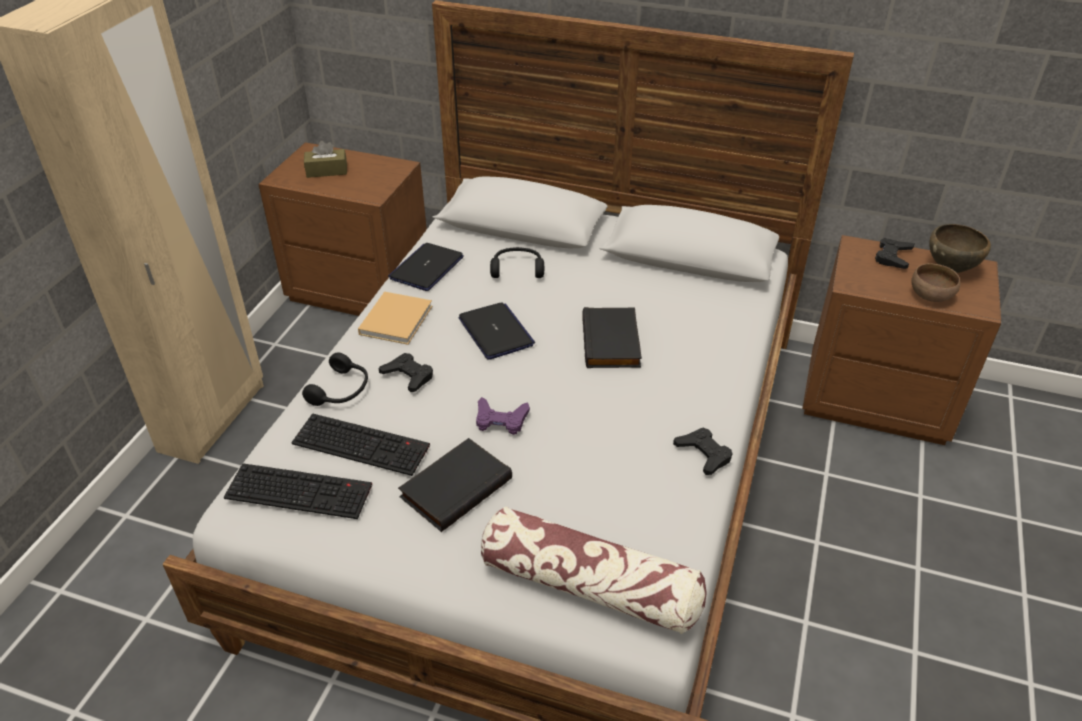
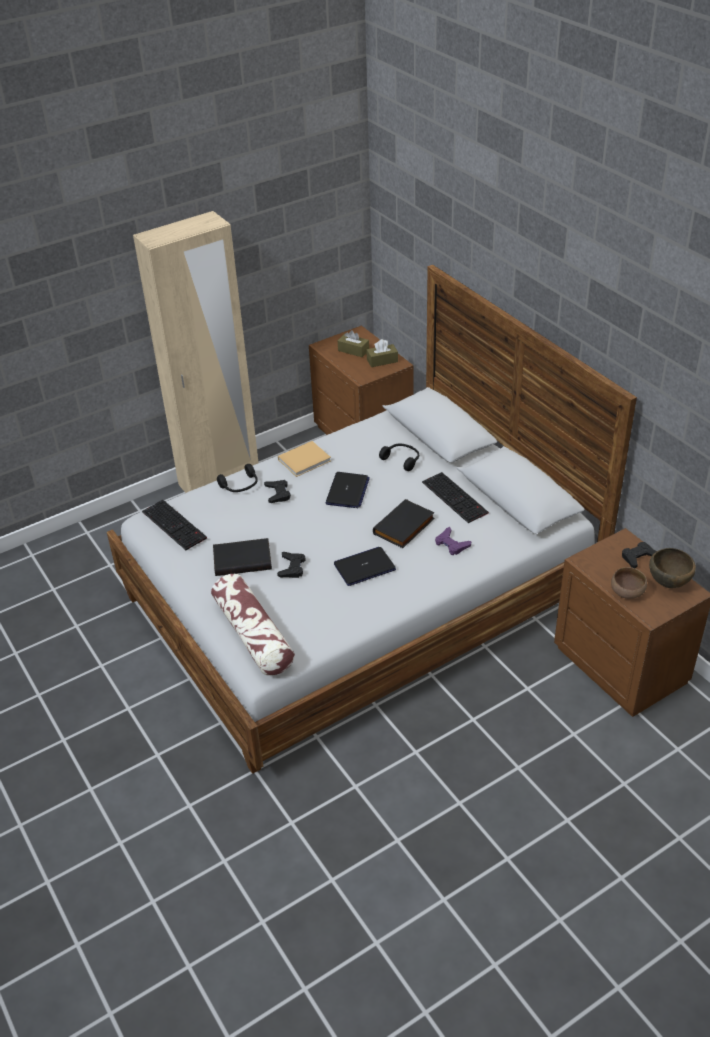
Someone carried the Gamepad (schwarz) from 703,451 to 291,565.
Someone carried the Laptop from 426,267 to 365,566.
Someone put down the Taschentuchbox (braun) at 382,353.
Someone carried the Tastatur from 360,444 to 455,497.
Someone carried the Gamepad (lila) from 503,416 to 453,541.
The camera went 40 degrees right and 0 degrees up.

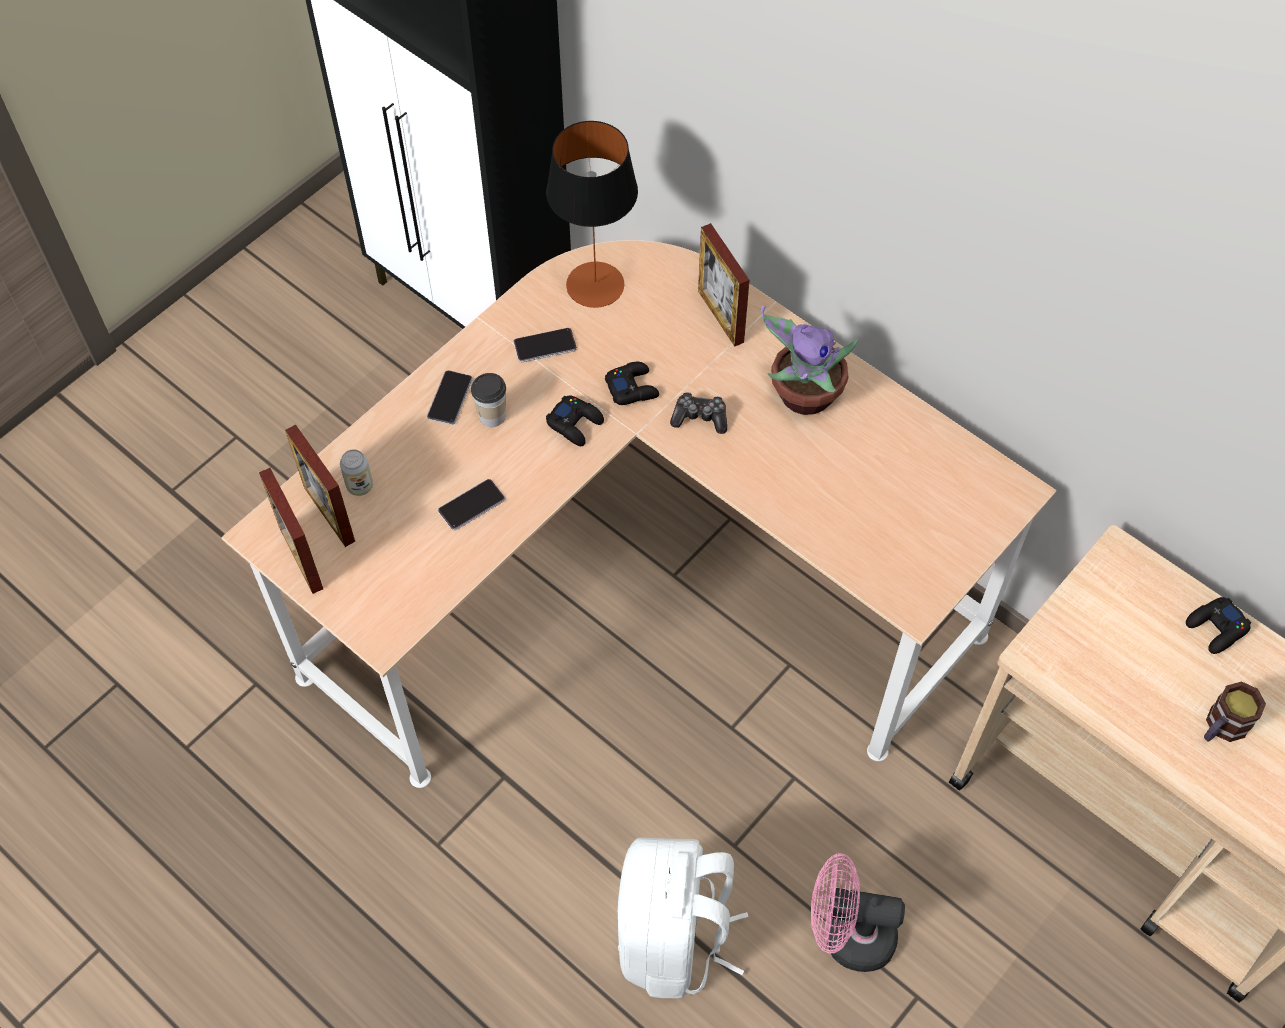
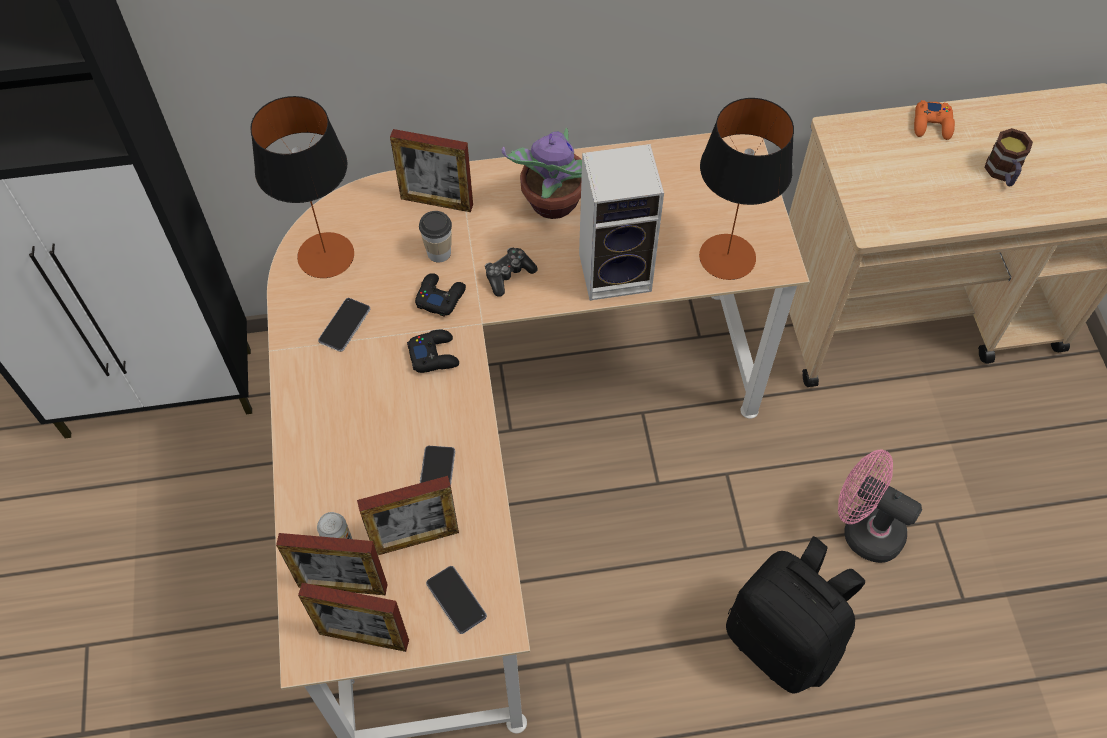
Someone put down the Bilderrahmen at 408,515.
Someone carried the Tasse from 488,400 to 435,237.
Someone carried the Handy from 450,398 to 456,600.
Someone put down the Lautsprecher at 621,222.
Someone put down the Tischlampe at 746,189.
Someone repainted the Rucksack (weiß) at 683,918, which became the Rucksack (schwarz) at 795,614.
Someone rotated the Ventilator (rosa) at 858,912 by 75 degrees clockwise.
Someone repainted the Gamepad (schwarz) at 1218,625, which became the Gamepad (orange) at 934,120.
The camera went 50 degrees left and 0 degrees up.

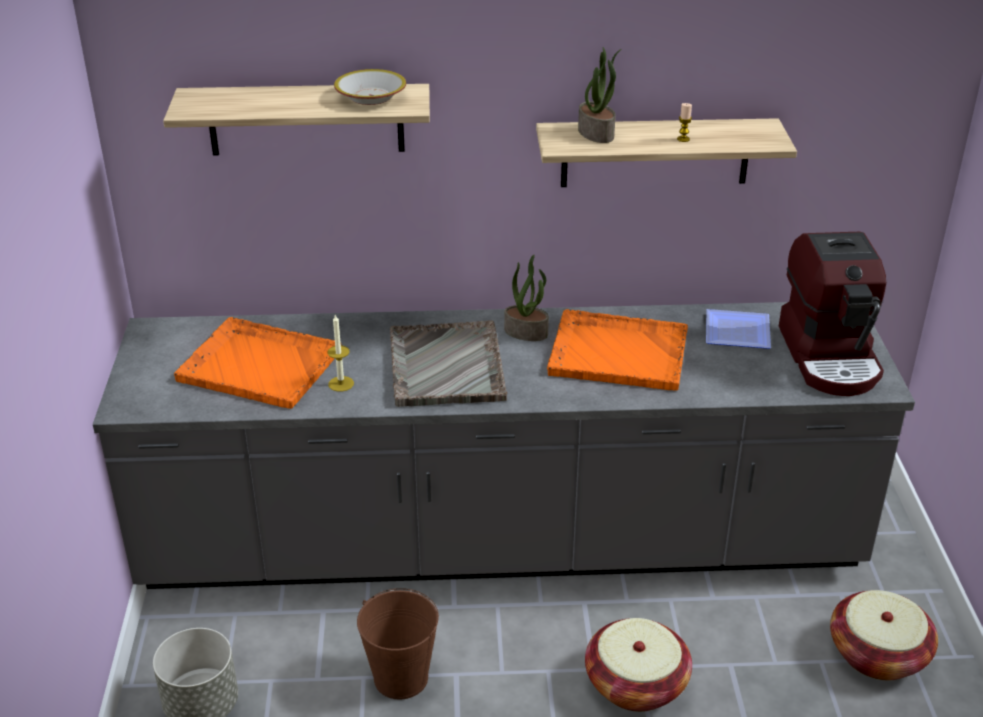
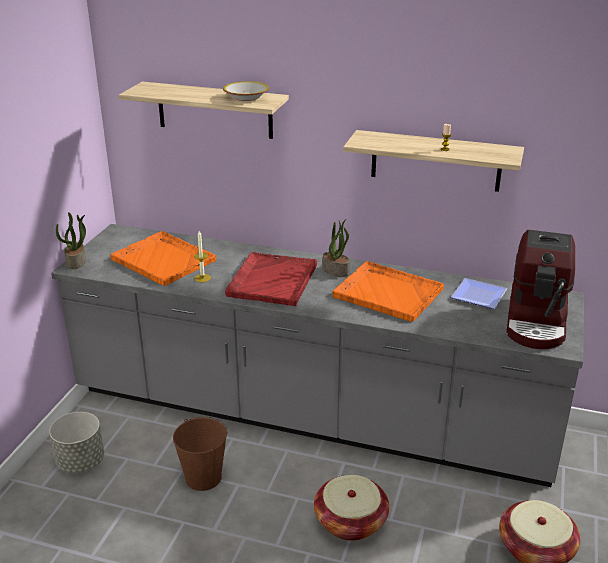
Someone carried the Topfpflanze from 599,95 to 71,240.
Someone repainted the Tablett (grau) at 448,363, which became the Tablett (rot) at 271,279.
The camera went 20 degrees right and 5 degrees down.

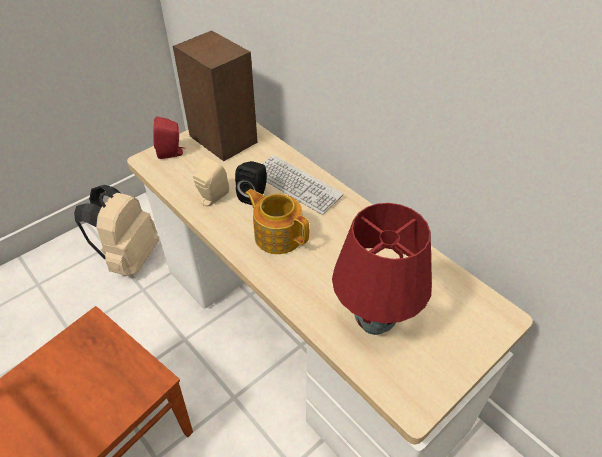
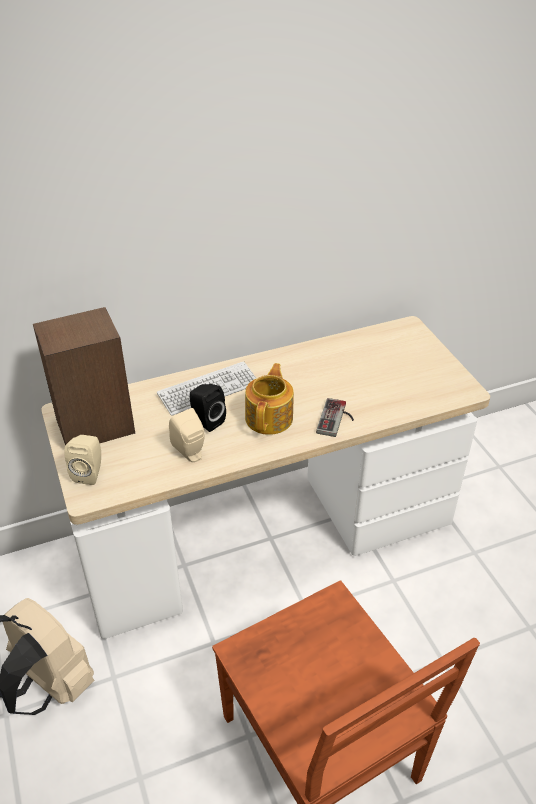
Someone repainted the Lautsprecher (rot) at 169,137, which became the Lautsprecher (beige) at 82,460.
Someone rotated the Teekanne at 277,221 by 135 degrees clockwise.
Someone put down the Gamepad at 335,417.
Someone took away the Tischlampe (rot) at 382,269.
The camera went 70 degrees left and 5 degrees down.

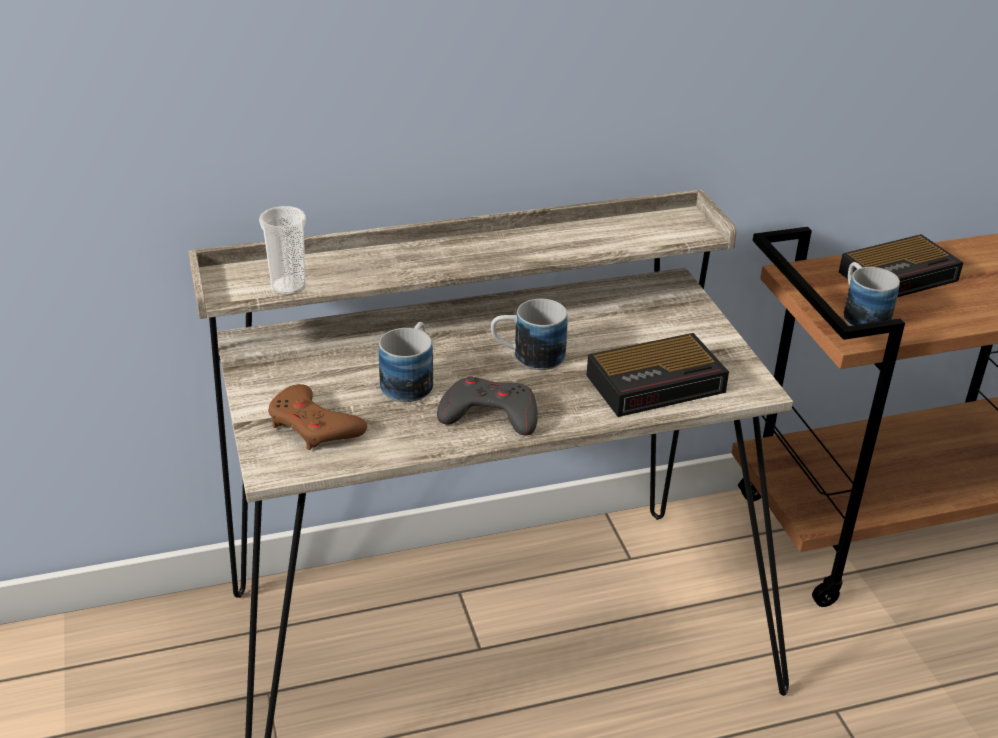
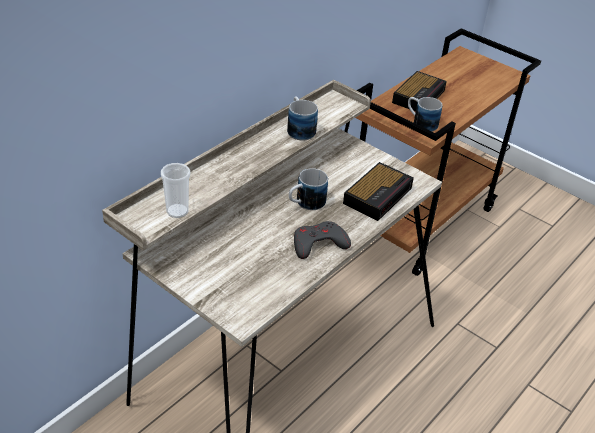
Someone carried the Henkelbecher from 406,362 to 302,118.
Someone took away the Gamepad (braun) at 317,417.
The camera went 35 degrees left and 5 degrees up.

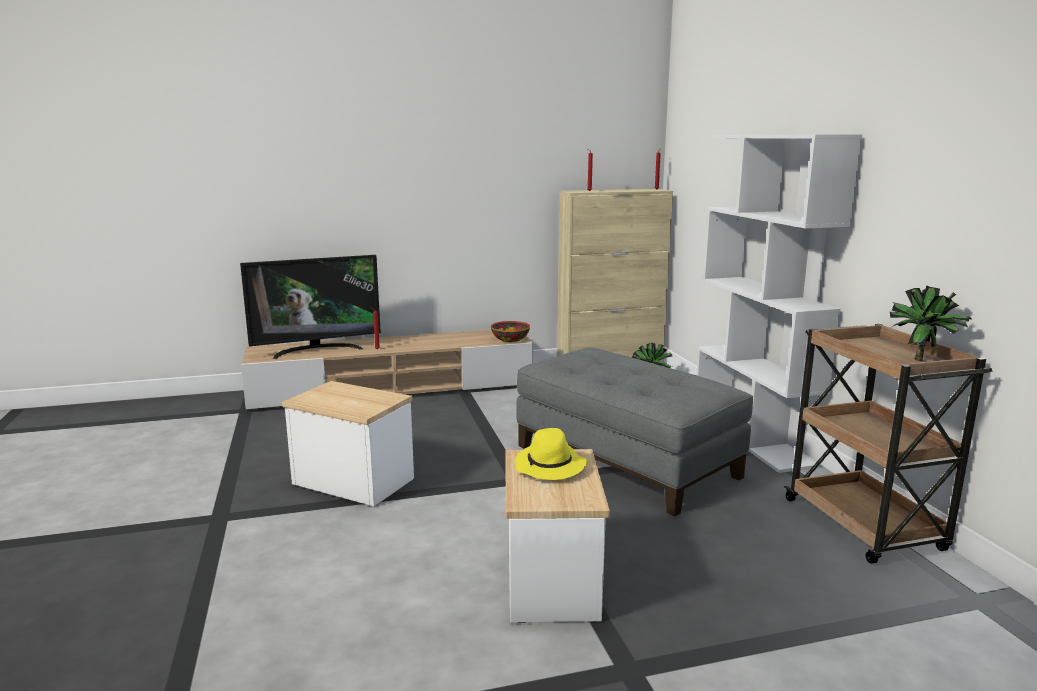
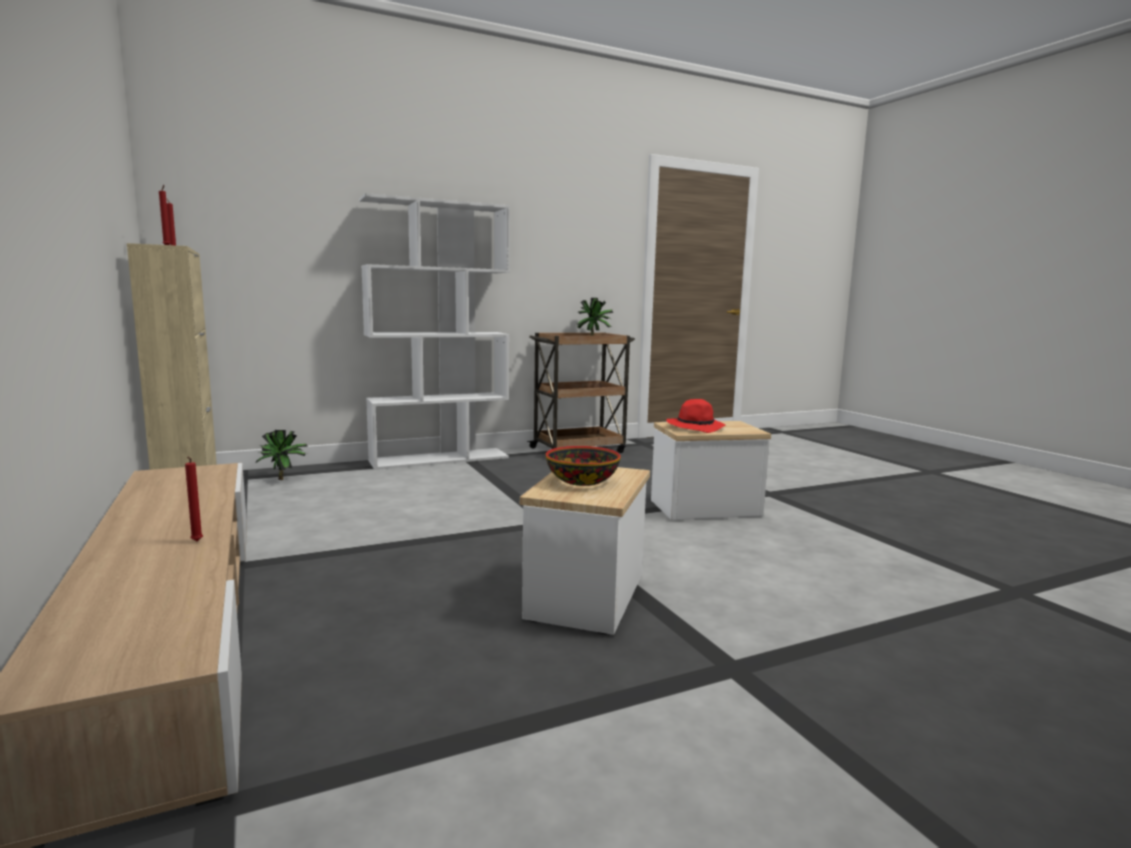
Someone carried the Schüssel from 510,331 to 583,466.
Someone repainted the Hut (gelb) at 551,454, which became the Hut (rot) at 696,416.
Someone took away the Fernseher at 310,307.
Someone took away the Polsterhocker (grau) at 635,431.
The camera went 100 degrees left and 5 degrees down.

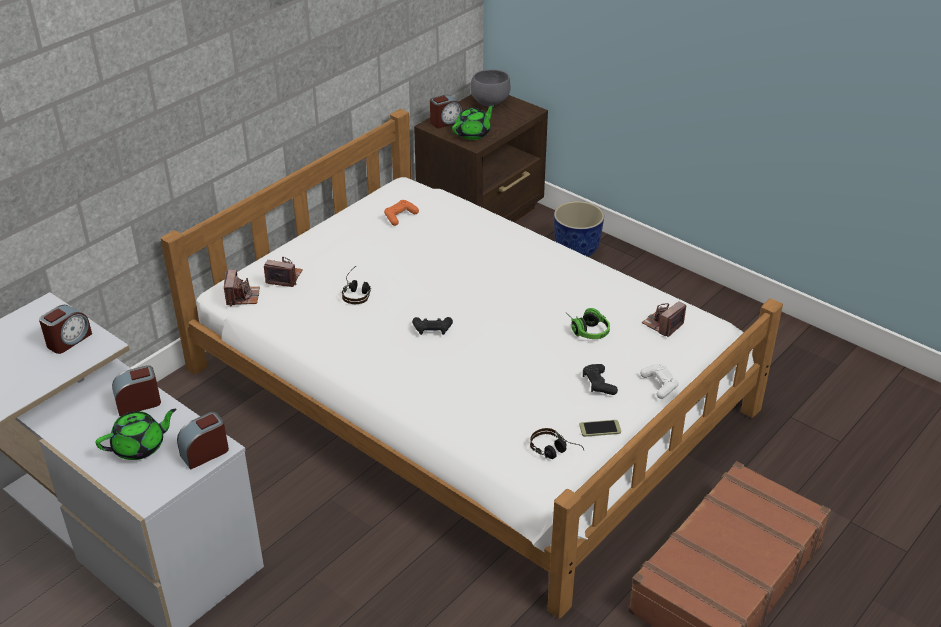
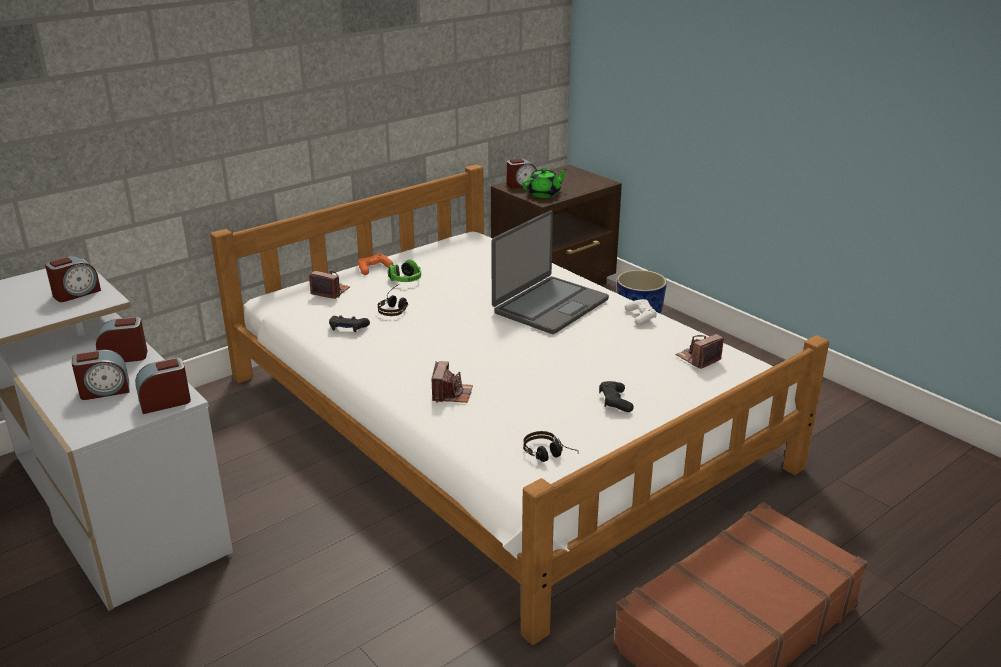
Someone swapped the Teekanne (grün) at 136,434 for the Wecker at 100,375.
Someone carried the Gamepad (schwarz) from 432,326 to 349,323.
Someone carried the Gamepad (orange) from 401,213 to 375,264.
Someone carried the Kopfhörer from 590,323 to 404,270.
Someone carried the Kamera from 242,288 to 452,382.
Someone put down the Laptop at 550,272.
Someone carried the Gamepad (weiß) from 659,381 to 641,312.
Someone took away the Schüssel (grau) at 490,88.
Someone took away the Handy at 600,428.
The camera went 10 degrees right and 10 degrees down.

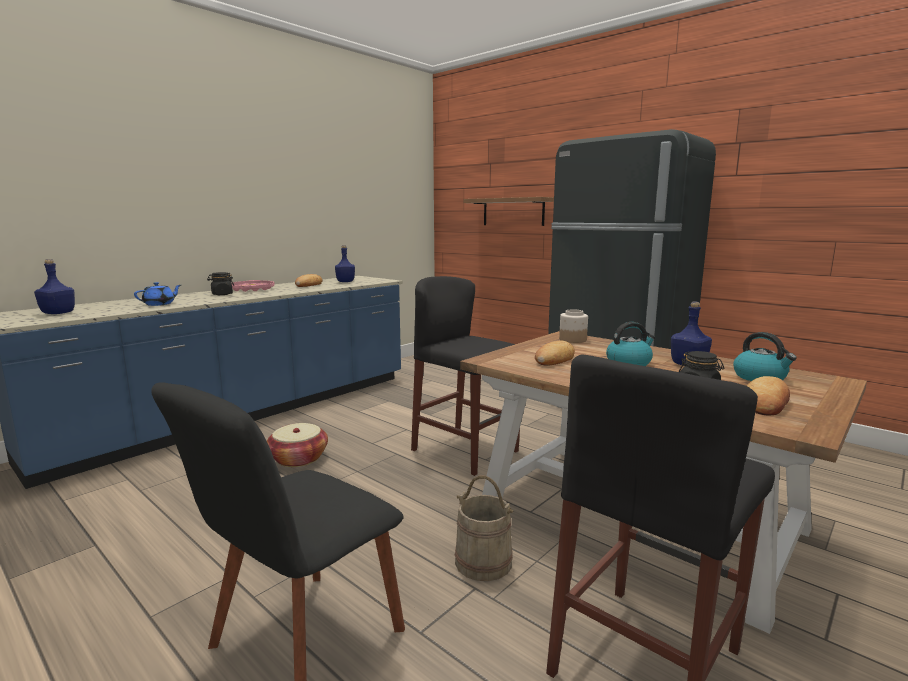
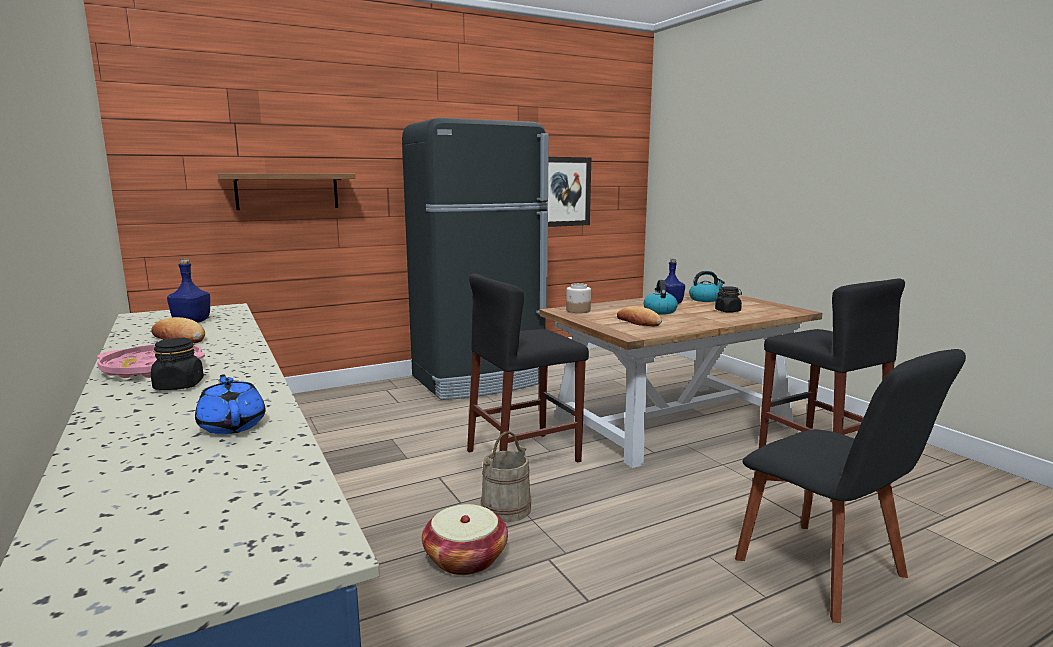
Someone carried the Eimer (beige) from 484,528 to 506,476.
Someone put up the Bild at 568,192.
Someone took away the Flasche (blau) at 54,286.
Someone took away the Brot at 768,395.
The camera went 70 degrees left and 0 degrees up.

